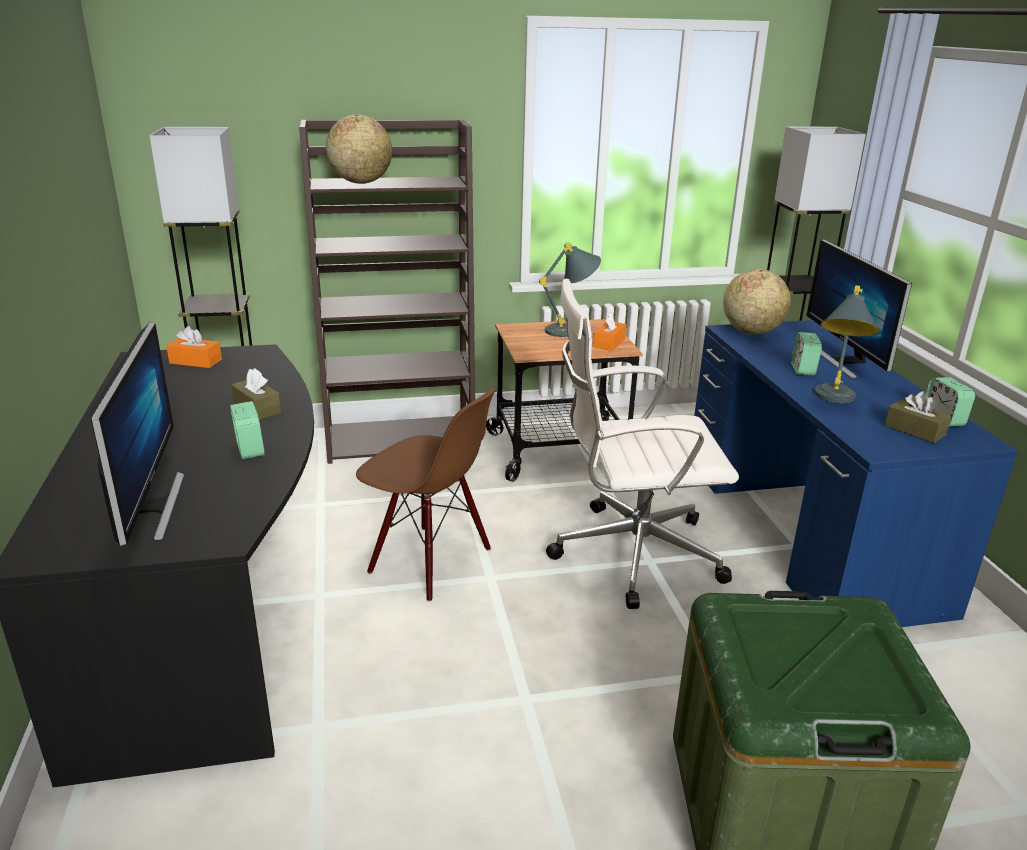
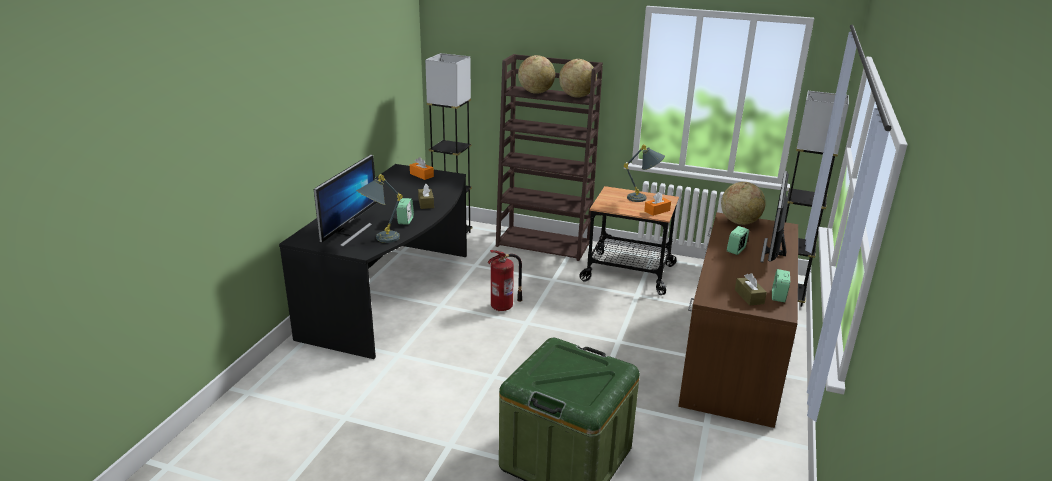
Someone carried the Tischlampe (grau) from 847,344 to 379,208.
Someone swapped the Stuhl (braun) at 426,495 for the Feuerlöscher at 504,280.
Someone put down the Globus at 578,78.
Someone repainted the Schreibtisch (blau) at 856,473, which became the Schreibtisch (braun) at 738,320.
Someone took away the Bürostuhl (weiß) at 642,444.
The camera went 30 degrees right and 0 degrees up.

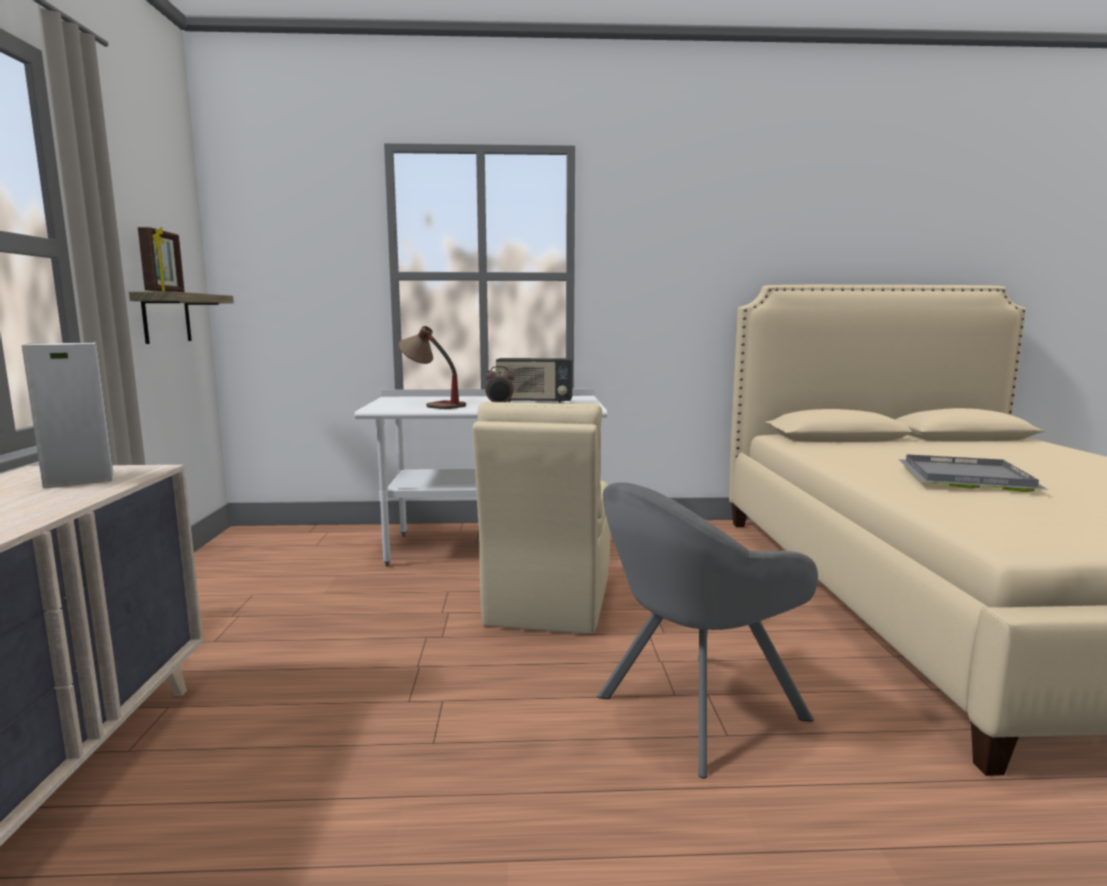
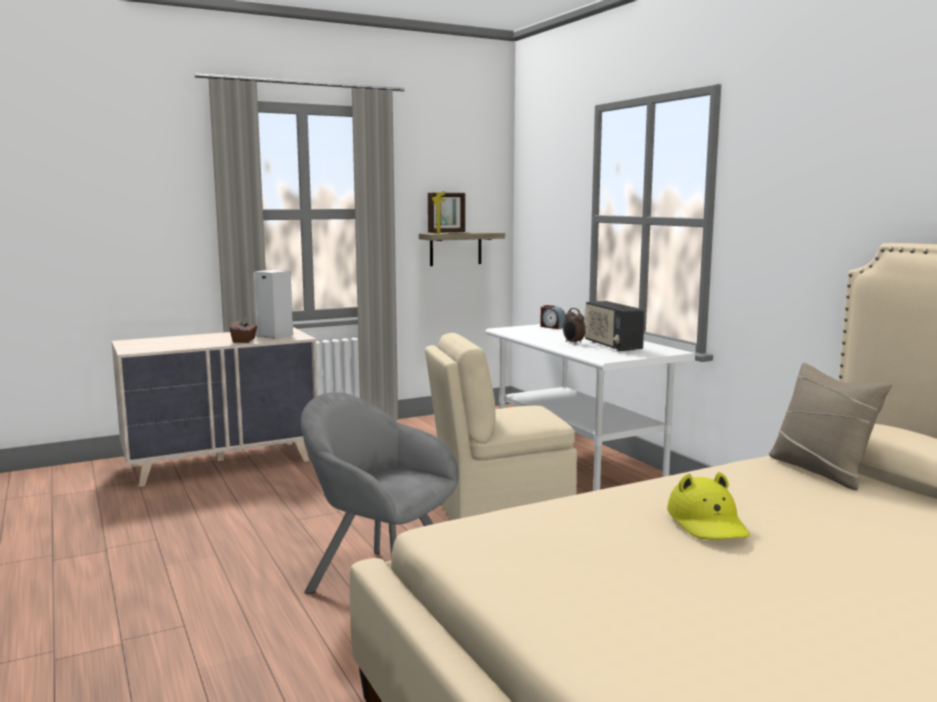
Someone put down the Taschentuchbox (braun) at 243,329.
Someone put down the Wecker at 552,317.
Someone swapped the Tablett (grau) at 973,473 for the Hut (gelb) at 708,506.
Someone put down the Kissen (beige) at 830,426.
Someone took away the Tischlampe at 432,367.
The camera went 65 degrees right and 0 degrees up.

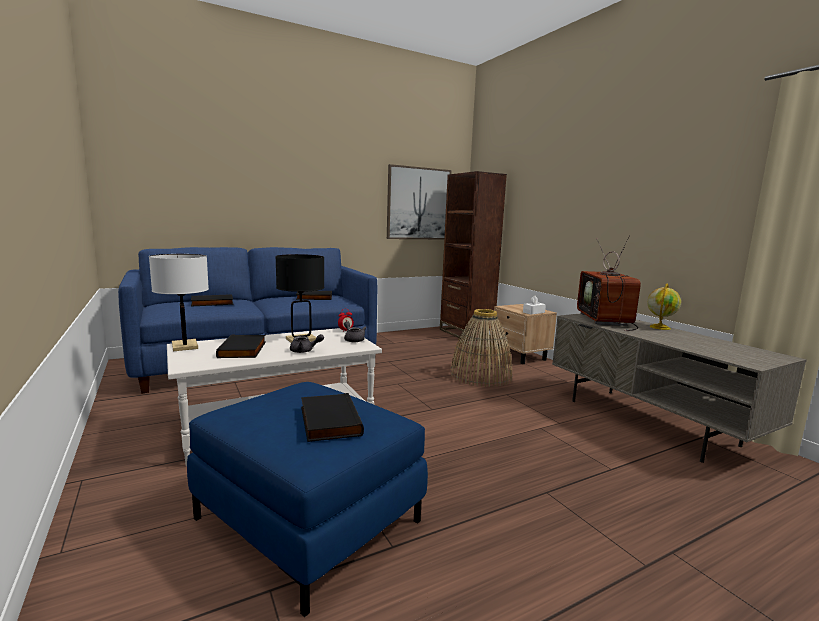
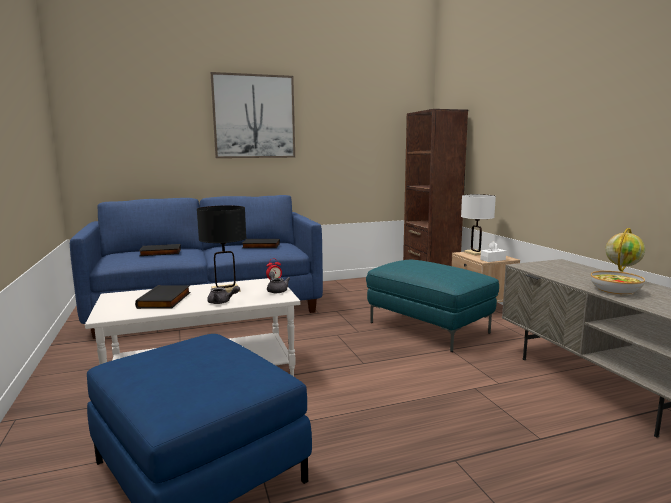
Someone carried the Bild from 419,202 to 253,115.
Someone swapped the Korb at 481,348 for the Polsterhocker (türkis) at 432,306.
Someone carried the Tischlampe (weiß) from 179,302 to 478,225.
Someone put down the Schüssel at 618,283.
Someone took away the Buch (schwarz) at 332,417.
Someone took away the Fernseher at 609,283.
The camera went 10 degrees right and 0 degrees up.

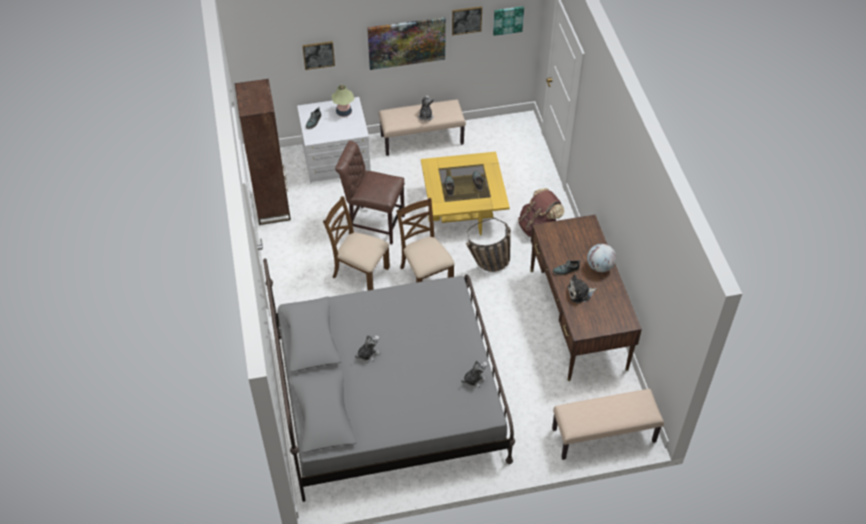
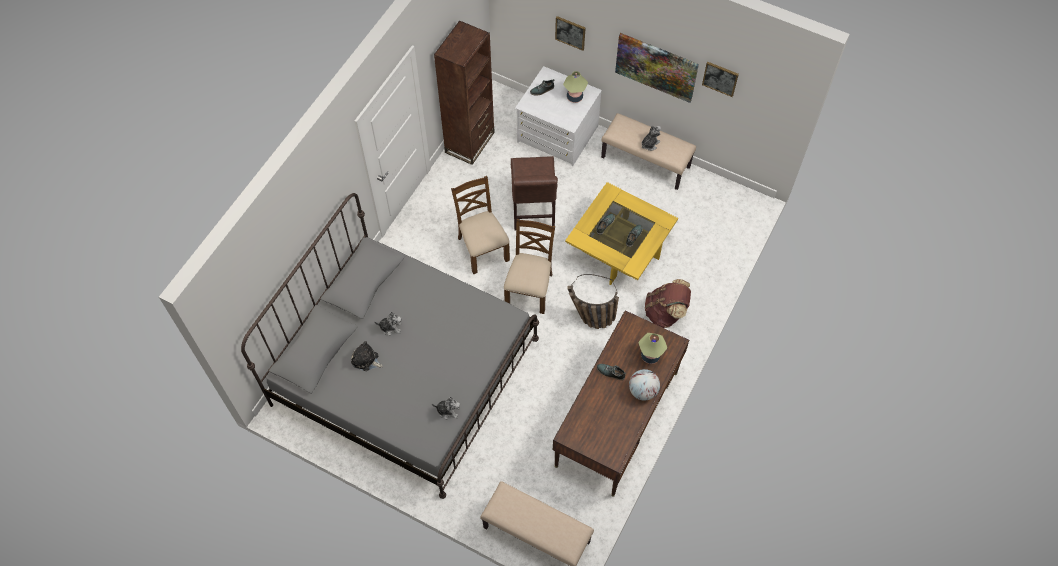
Someone carried the Plüschtier from 582,288 to 367,356.
Someone rotated the Stuhl (braun) at 370,192 by 150 degrees counterclockwise.
Someone put down the Tischlampe at 653,348.
Someone took away the Bild at 508,21.
The camera went 40 degrees right and 10 degrees up.

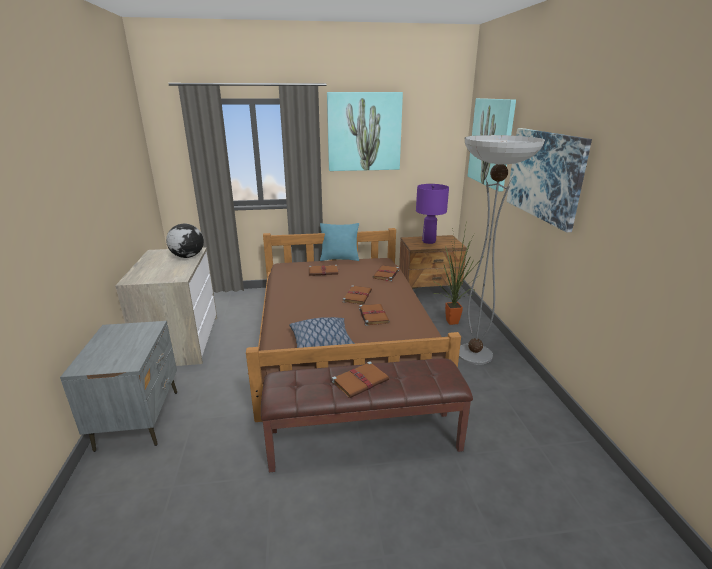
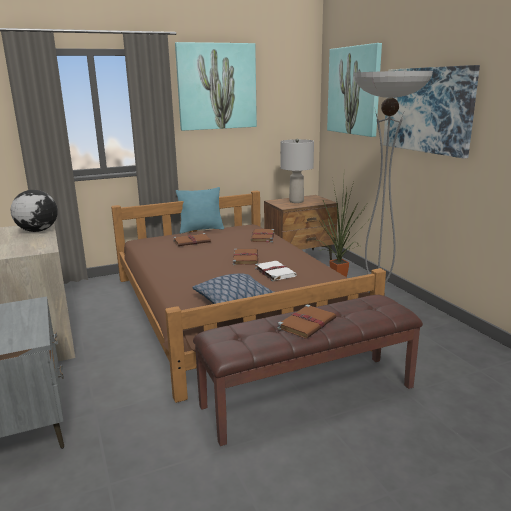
Someone repainted the Buch (braun) at 374,315, which became the Buch (weiß) at 276,271.
Someone repainted the Tischlampe (lila) at 432,214, which became the Tischlampe (grau) at 297,170.
The camera went 15 degrees left and 5 degrees down.

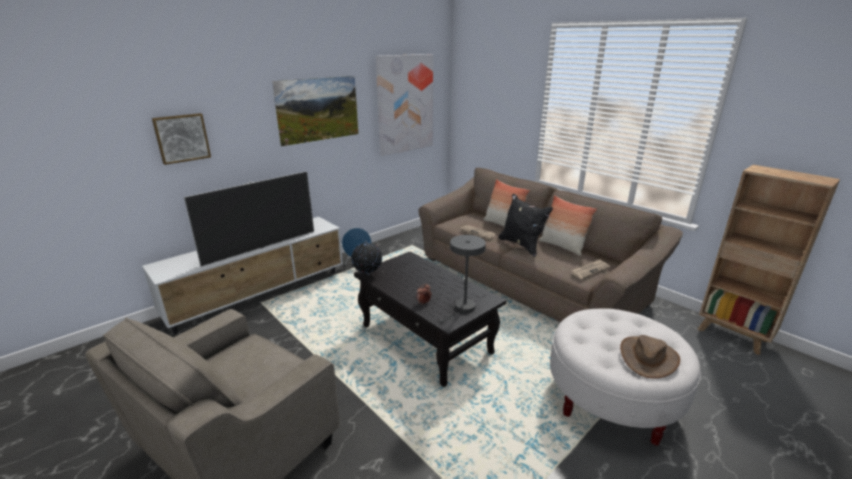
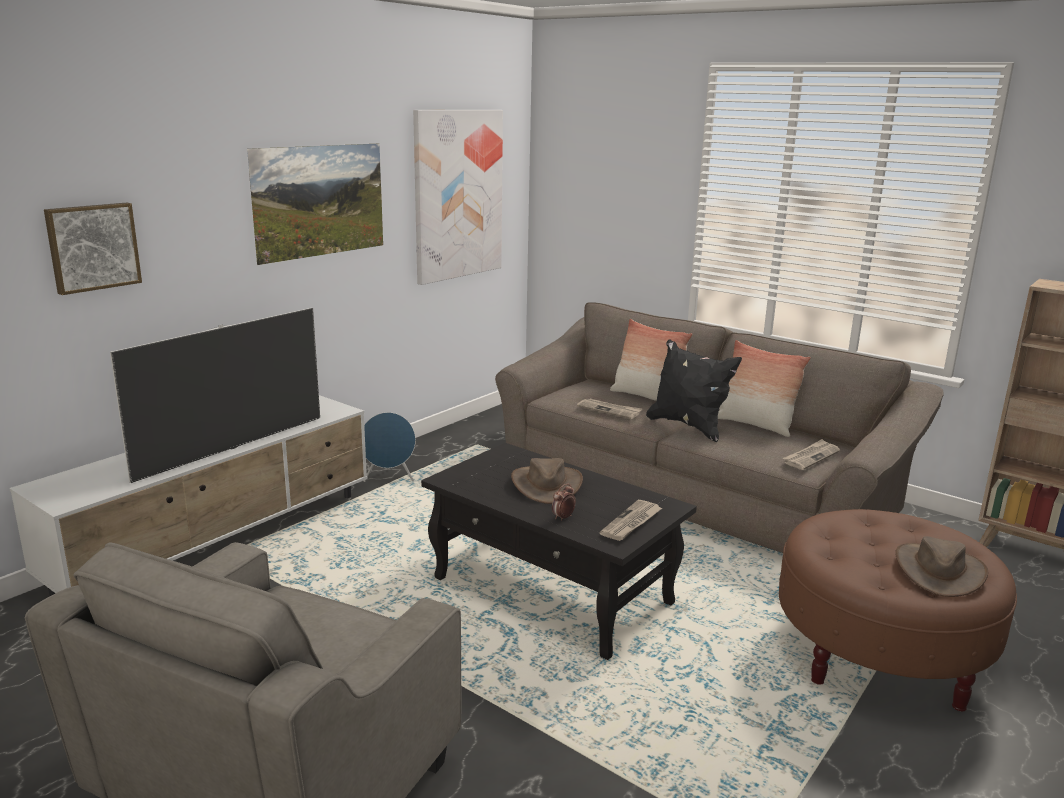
Someone put down the Hut (braun) at 547,481.
Someone swapped the Tischlampe (grau) at 463,279 for the Zeitung at 631,520.
Someone repainted the Polsterhocker (weiß) at 625,377, which became the Polsterhocker (braun) at 898,610.
Someone took away the Globus at 366,257.
The camera went 10 degrees left and 5 degrees down.

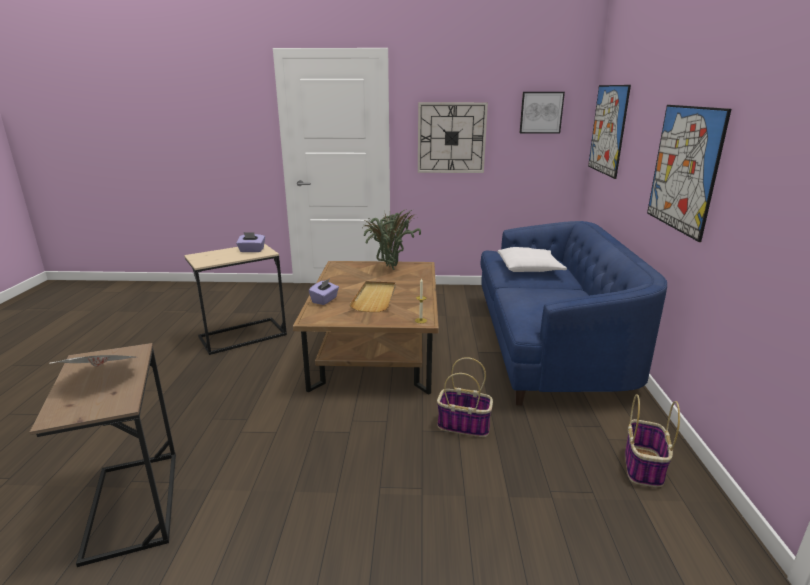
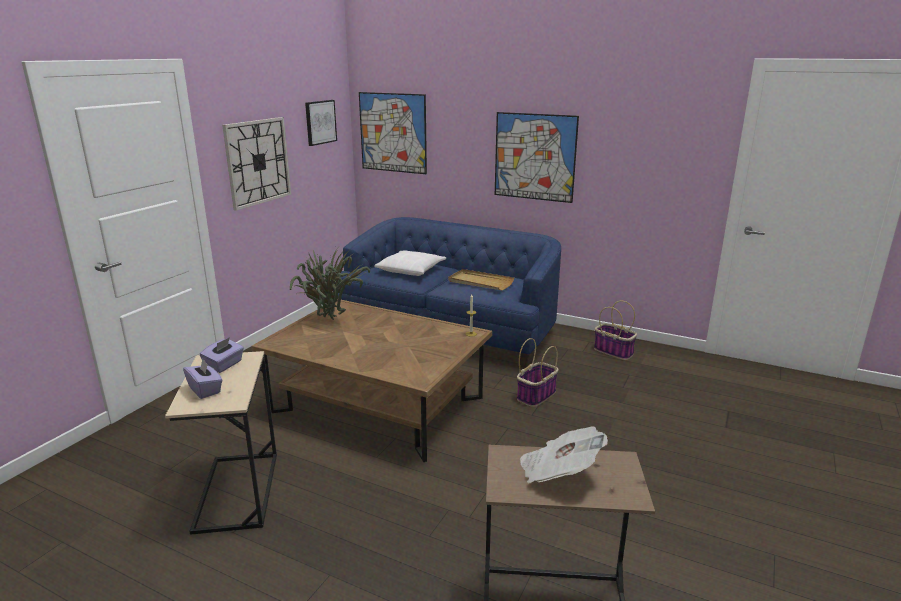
Someone carried the Taschentuchbox (lila) from 324,292 to 203,379.
Someone carried the Tablett (beige) from 372,296 to 481,280.
The camera went 65 degrees left and 0 degrees up.

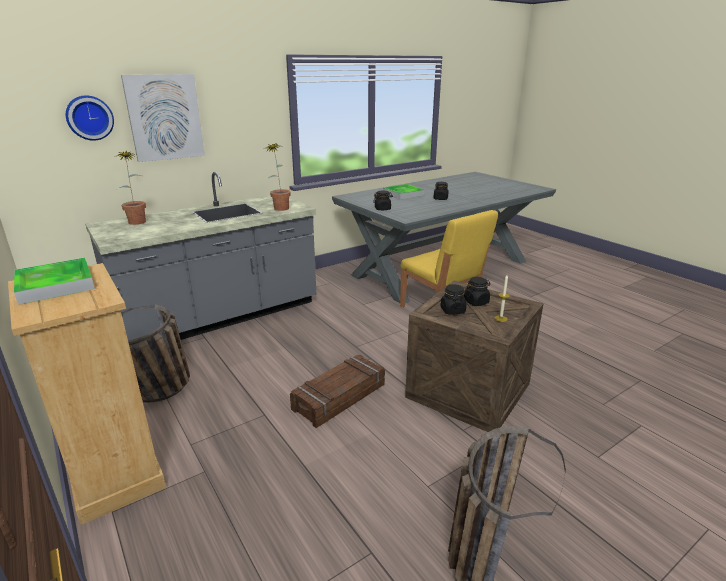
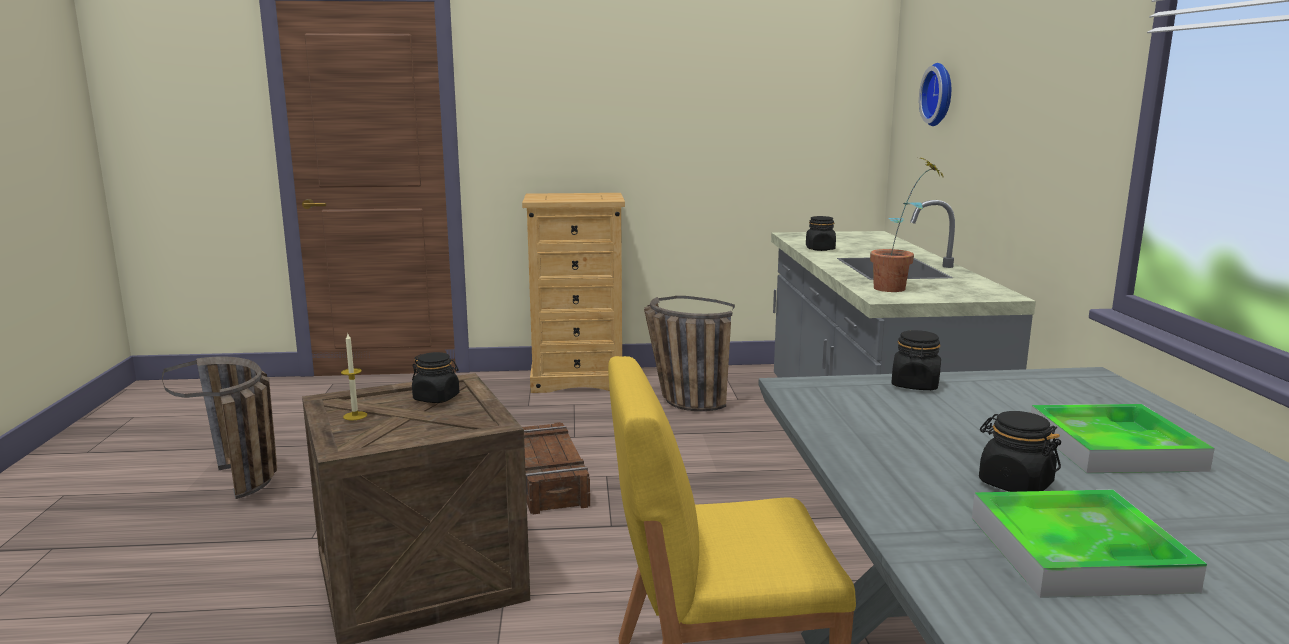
Someone carried the Vorratsglas (schwarz) from 477,291 to 821,233.
Someone carried the Tablett from 54,281 to 1089,544.
Someone took away the Topfpflanze at 131,187.
Someone took away the Bild at 163,118.
The camera went 120 degrees right and 10 degrees down.

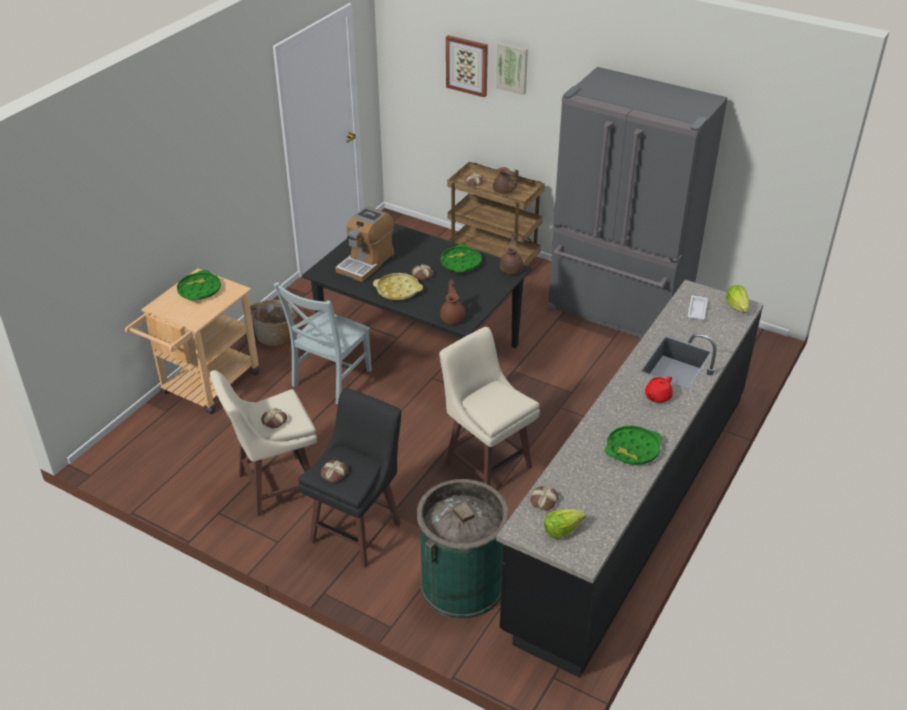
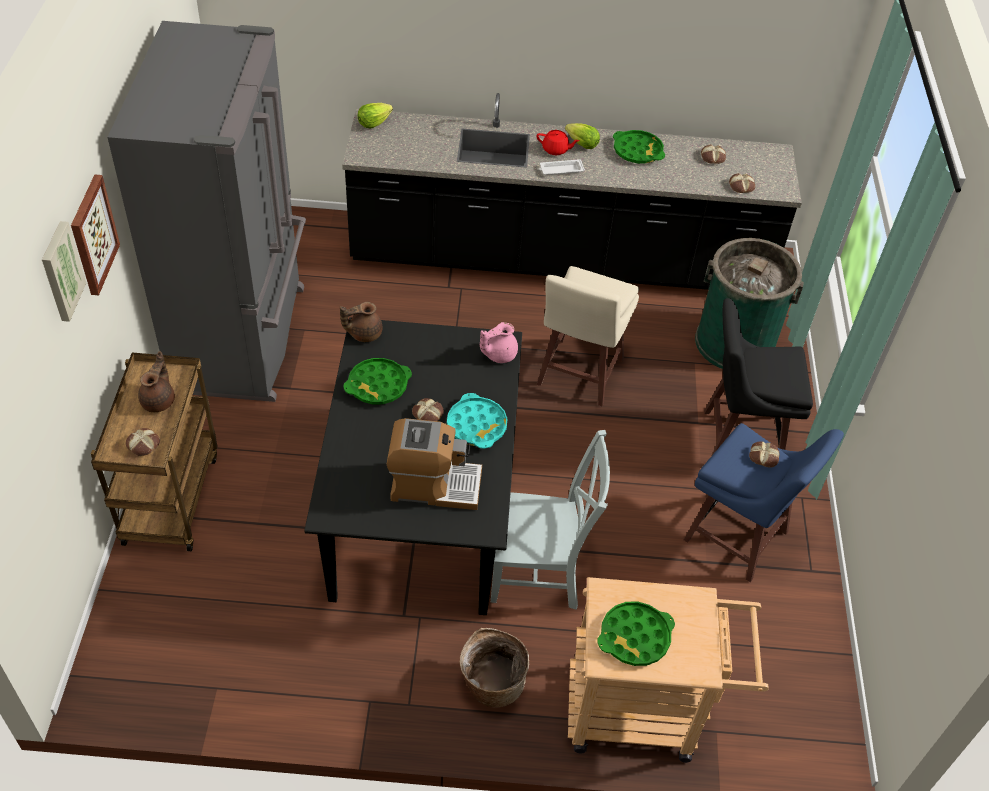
Someone carried the Bild from 467,66 to 95,235.
Someone repainted the Tablett (gelb) at 398,286, which became the Tablett (türkis) at 477,421.
Someone repainted the Teekanne (braun) at 452,302, which became the Teekanne (rosa) at 499,342.
Someone carried the Tablett (weiß) from 698,308 to 562,167.
Someone carried the Salatkopf from 565,524 to 582,136.
Someone repainted the Hocker (beige) at 263,443, which became the Hocker (blau) at 764,502.
Someone carried the Brot from 334,471 to 713,154.
The camera went 120 degrees left and 10 degrees up.

